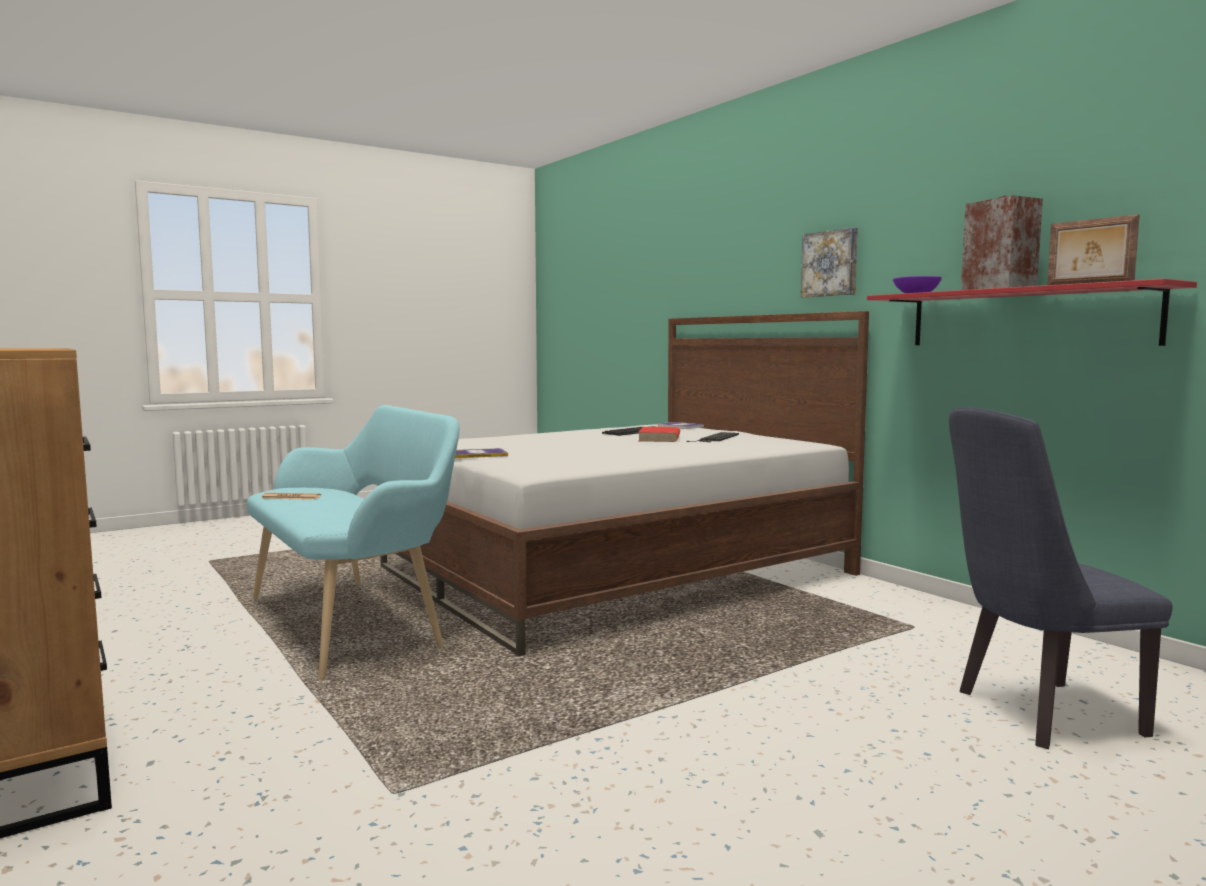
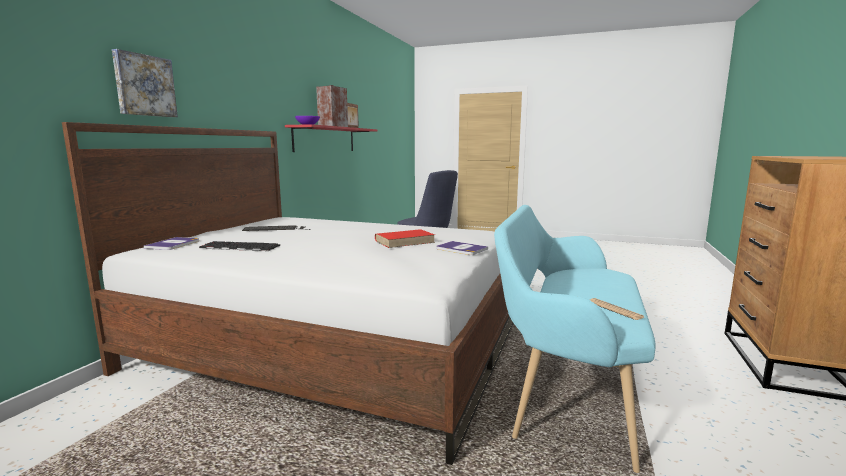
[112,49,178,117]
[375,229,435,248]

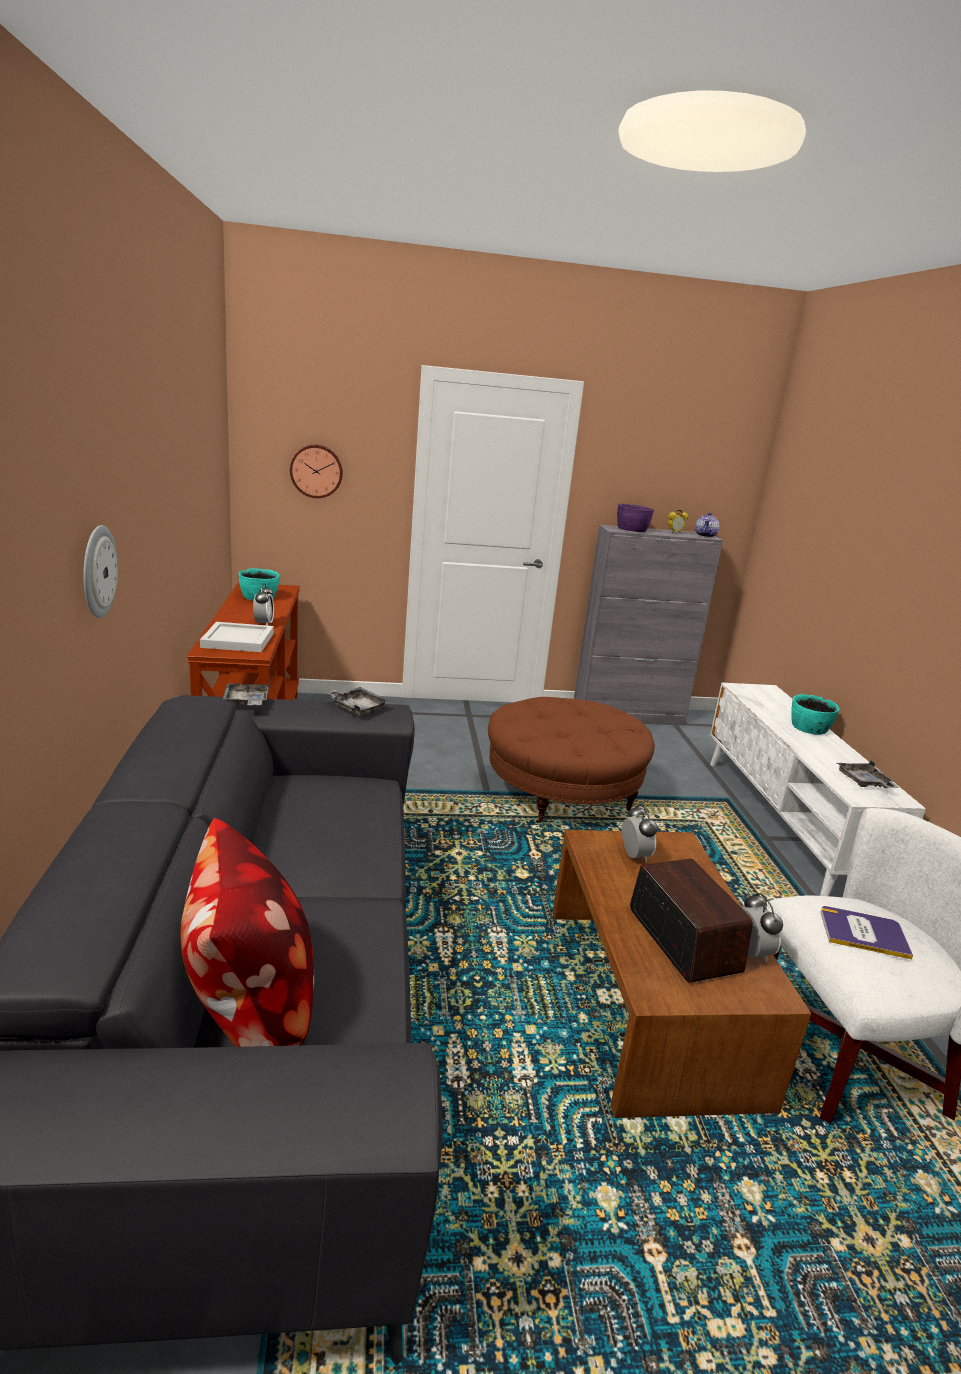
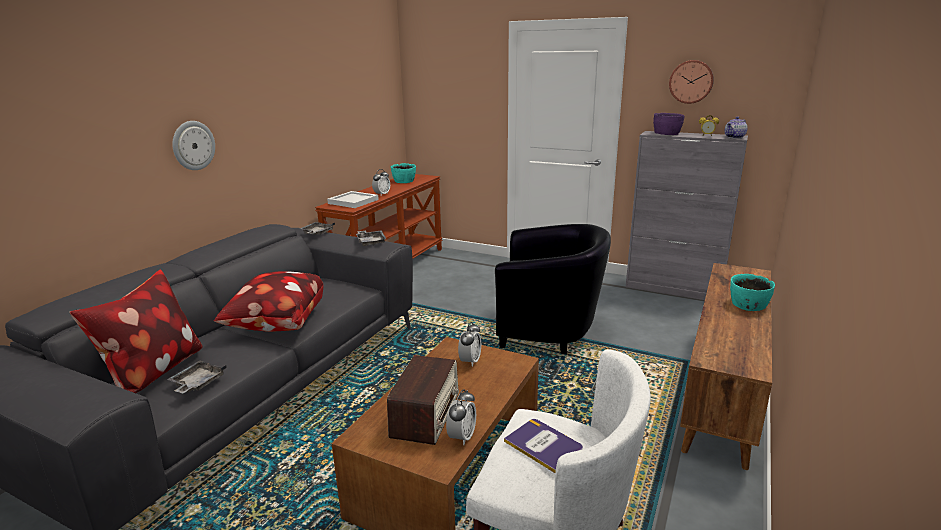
[167,361,227,393]
[214,271,323,332]
[495,224,611,354]
[669,60,714,104]
[680,263,772,470]

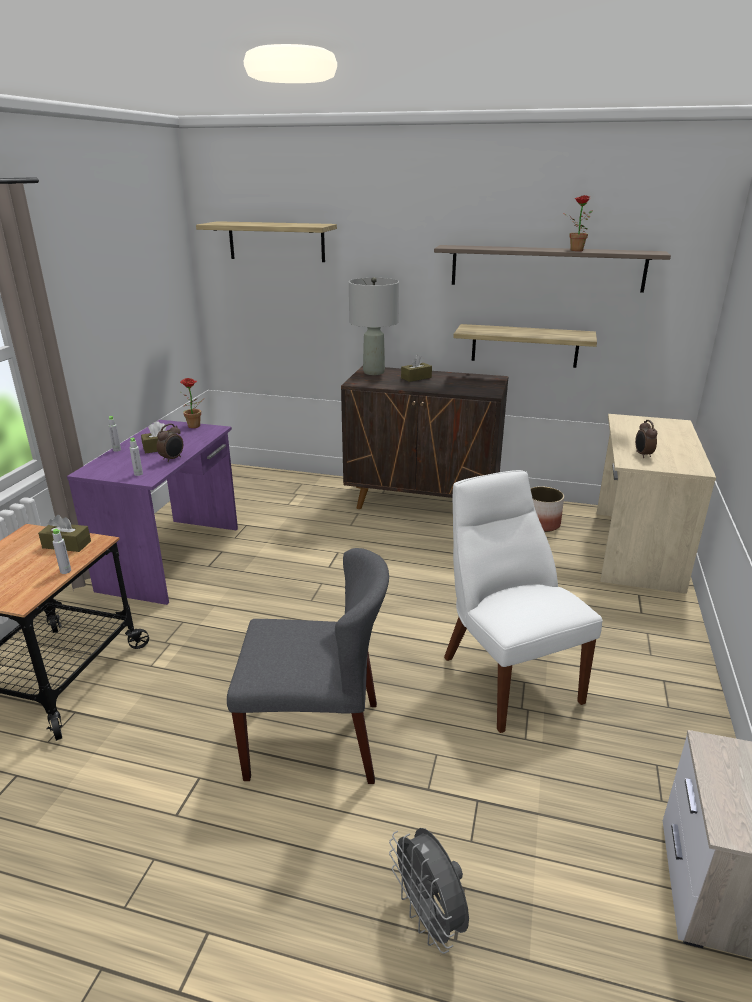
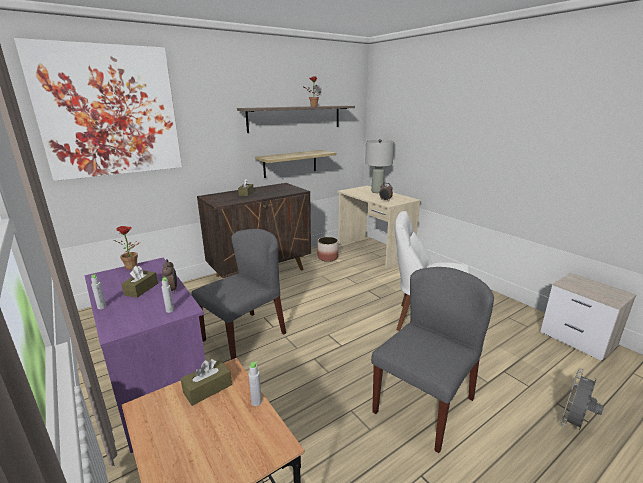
[14,38,182,181]
[192,229,286,360]
[365,139,394,193]
[561,369,604,431]

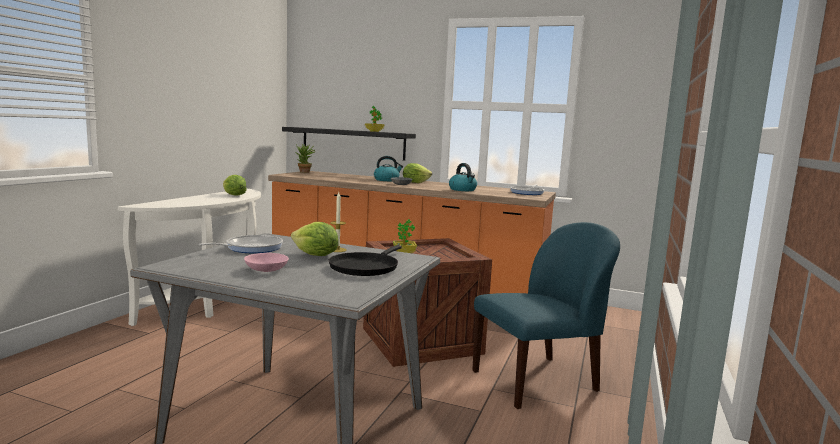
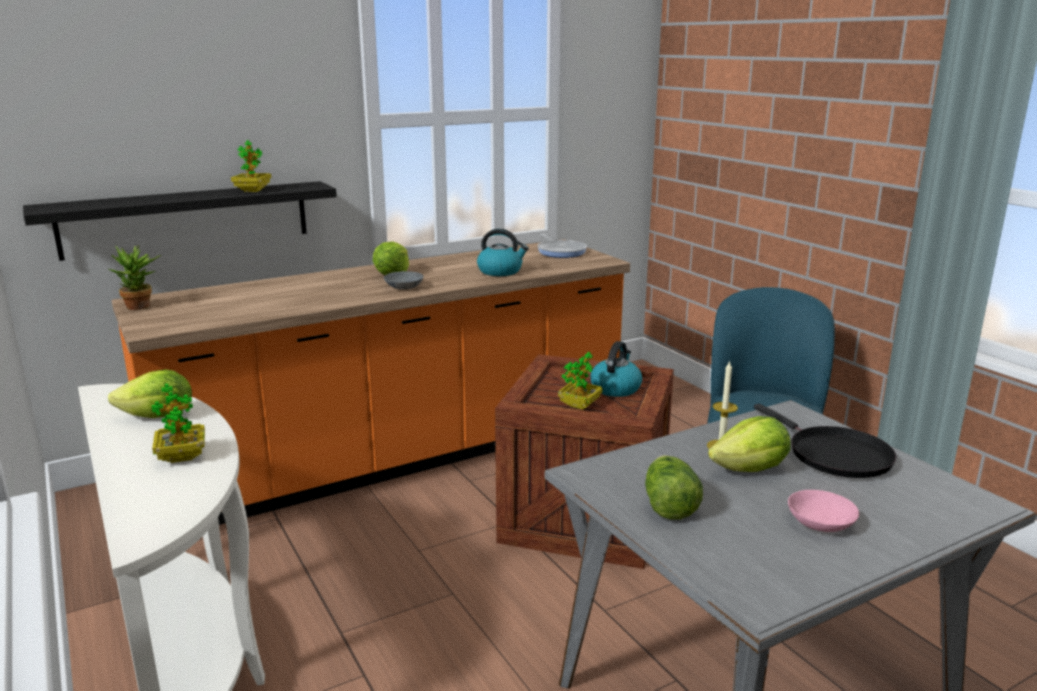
[152,384,205,463]
[590,341,642,397]
[645,455,703,520]

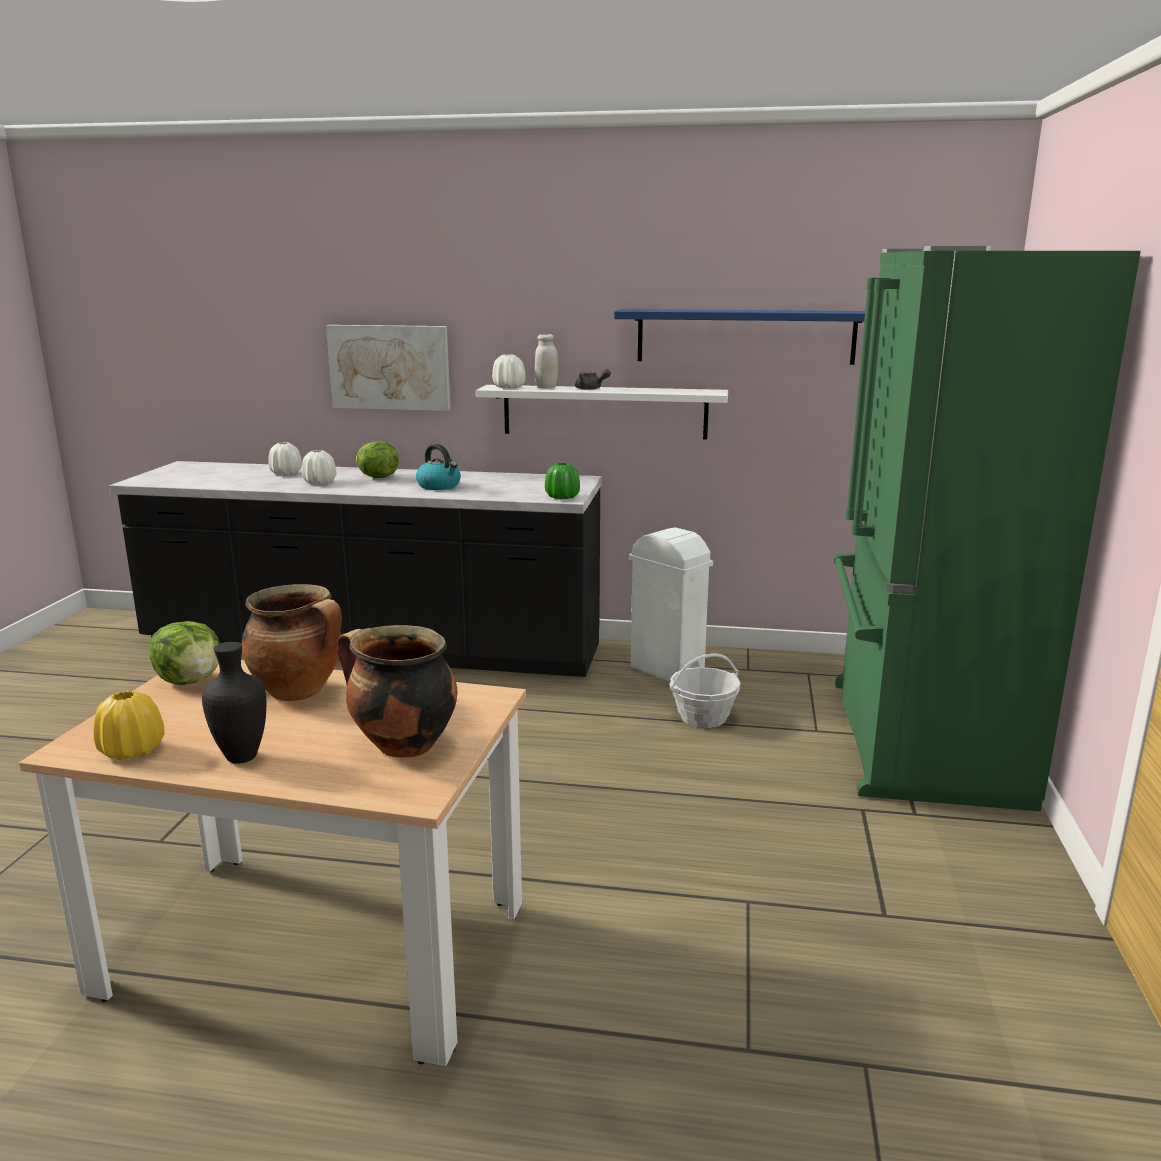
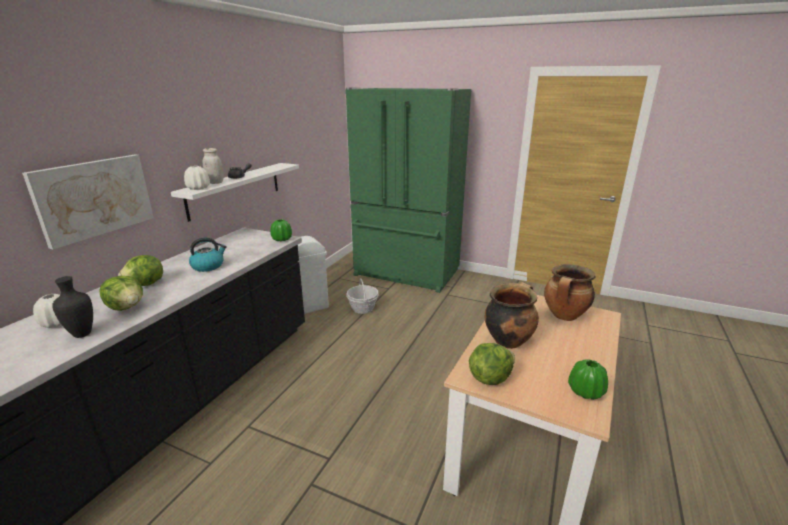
[52,276,93,338]
[99,276,143,311]
[568,359,608,400]
[614,309,865,365] (first image)

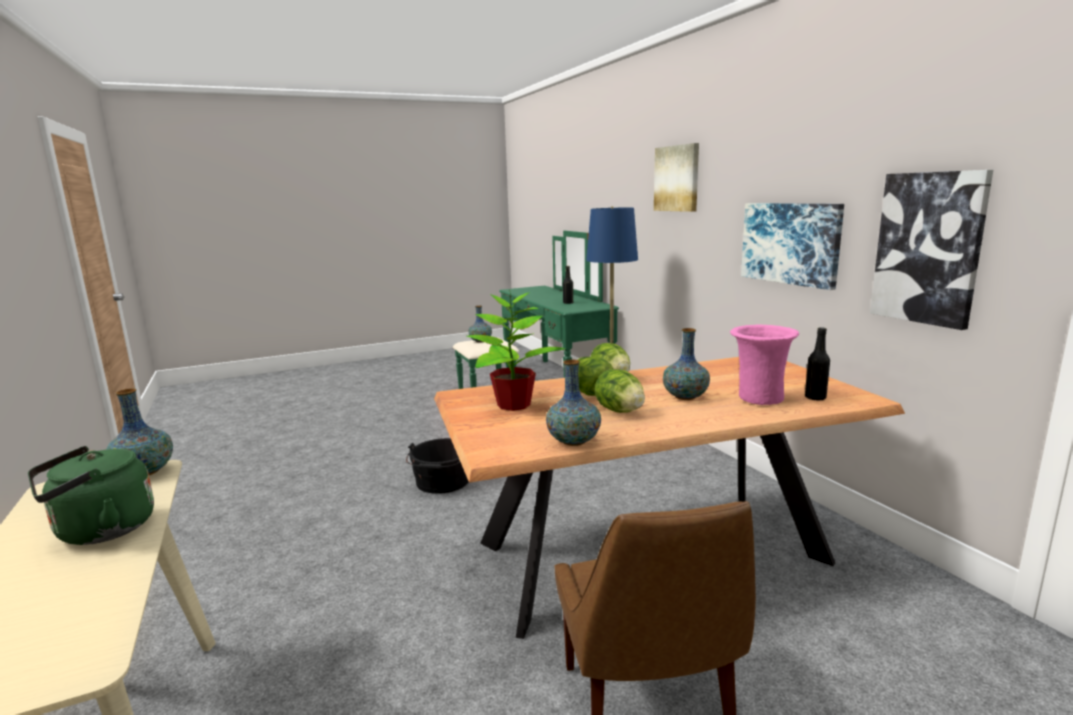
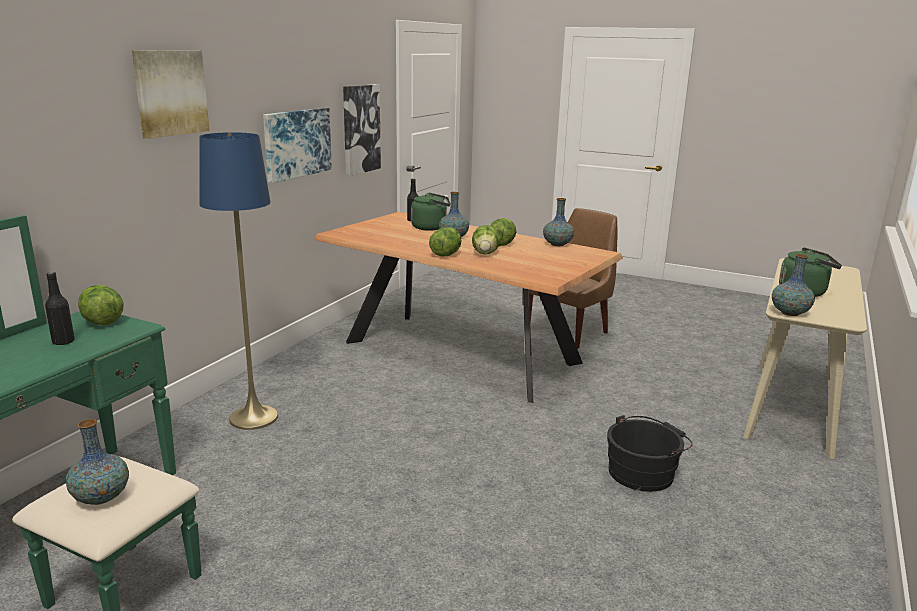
[78,285,124,325]
[411,192,450,231]
[607,415,692,492]
[466,288,565,411] (first image)

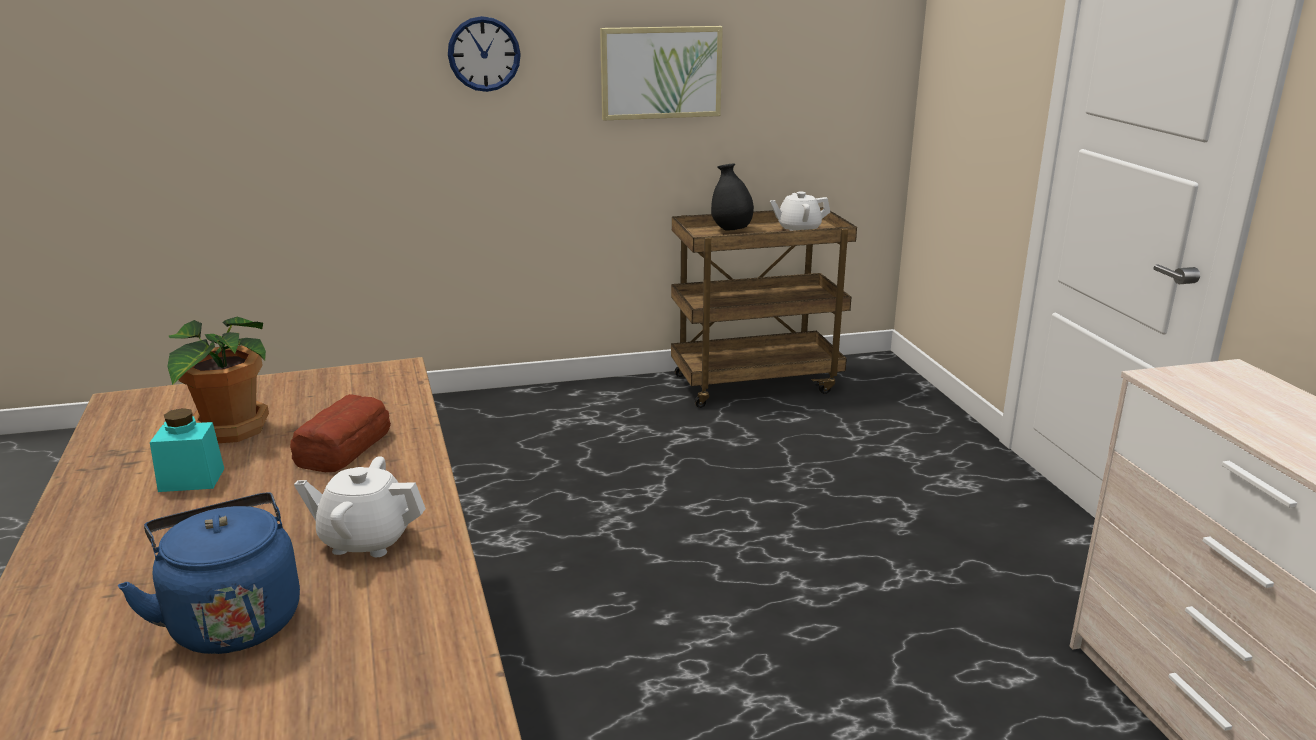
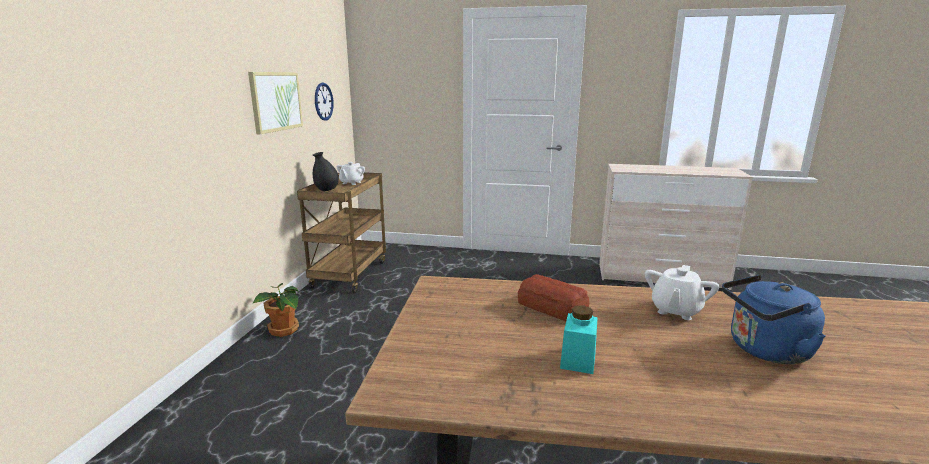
[253,283,299,337]
[315,83,334,121]

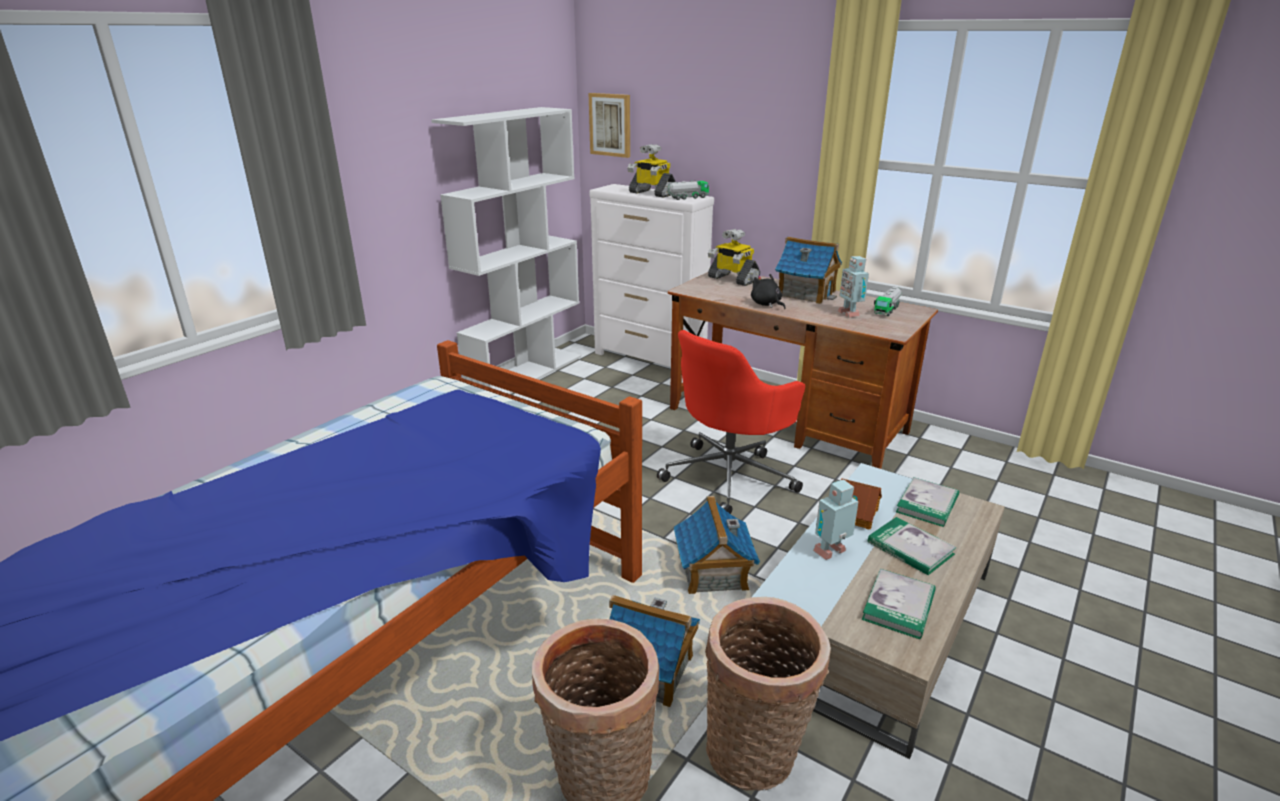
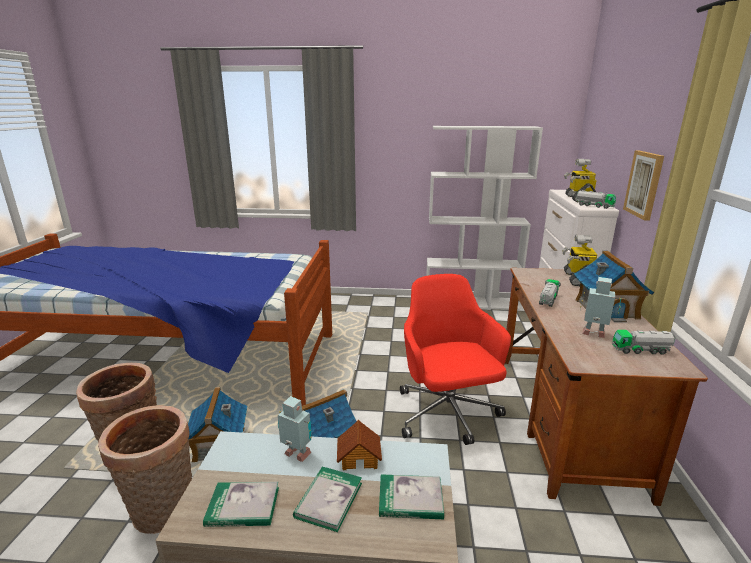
[400,274,511,445]
[539,279,561,307]
[580,277,621,338]
[623,151,664,221]

